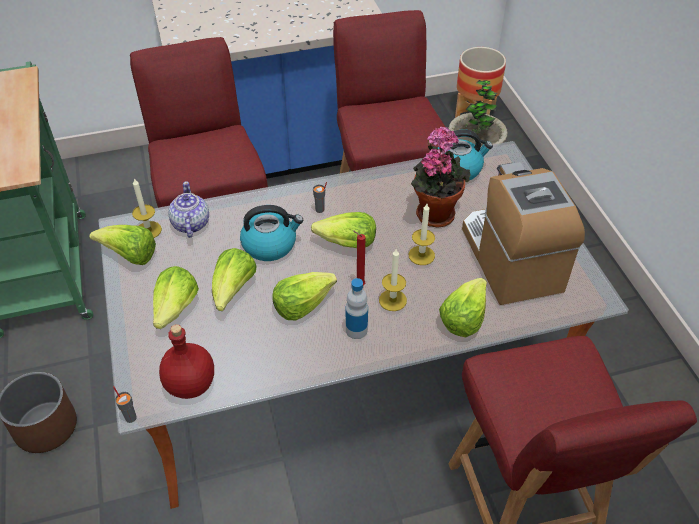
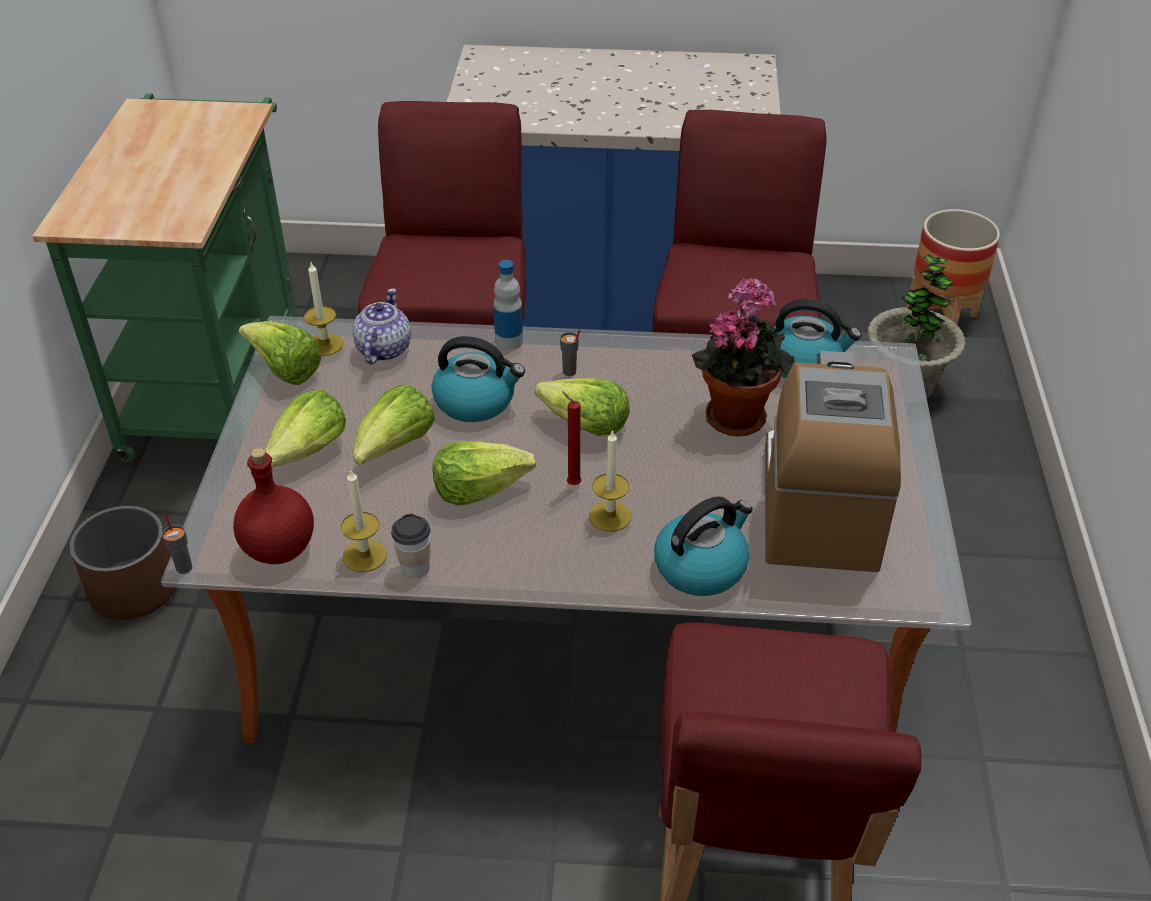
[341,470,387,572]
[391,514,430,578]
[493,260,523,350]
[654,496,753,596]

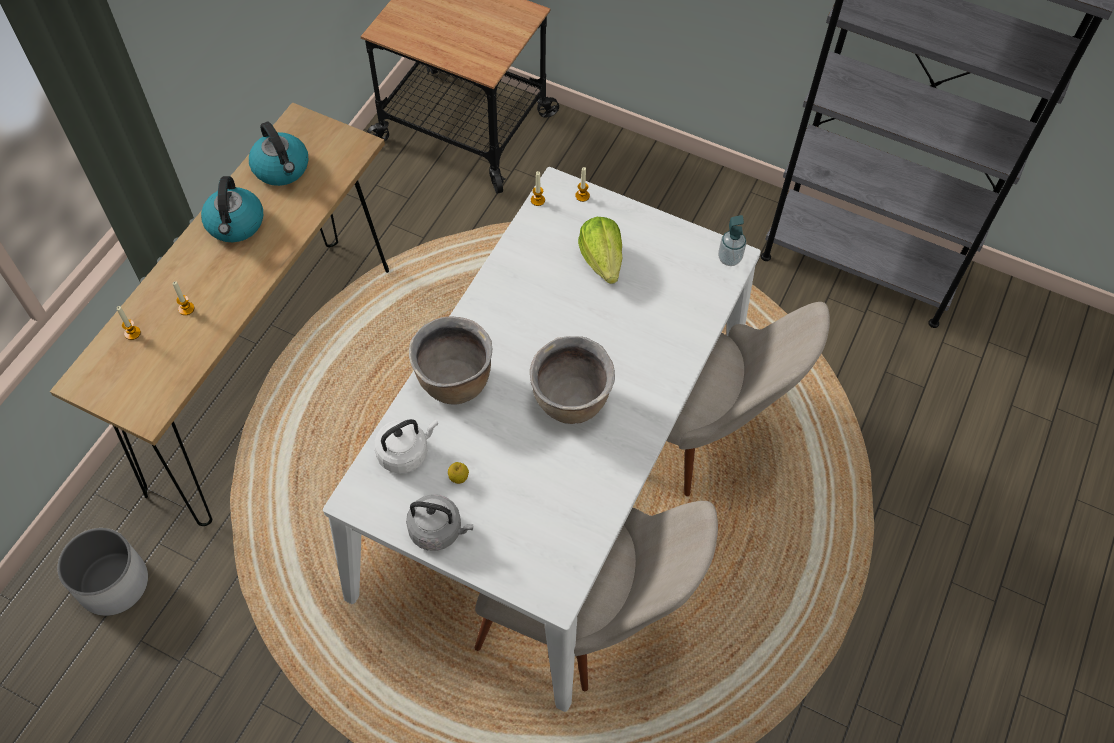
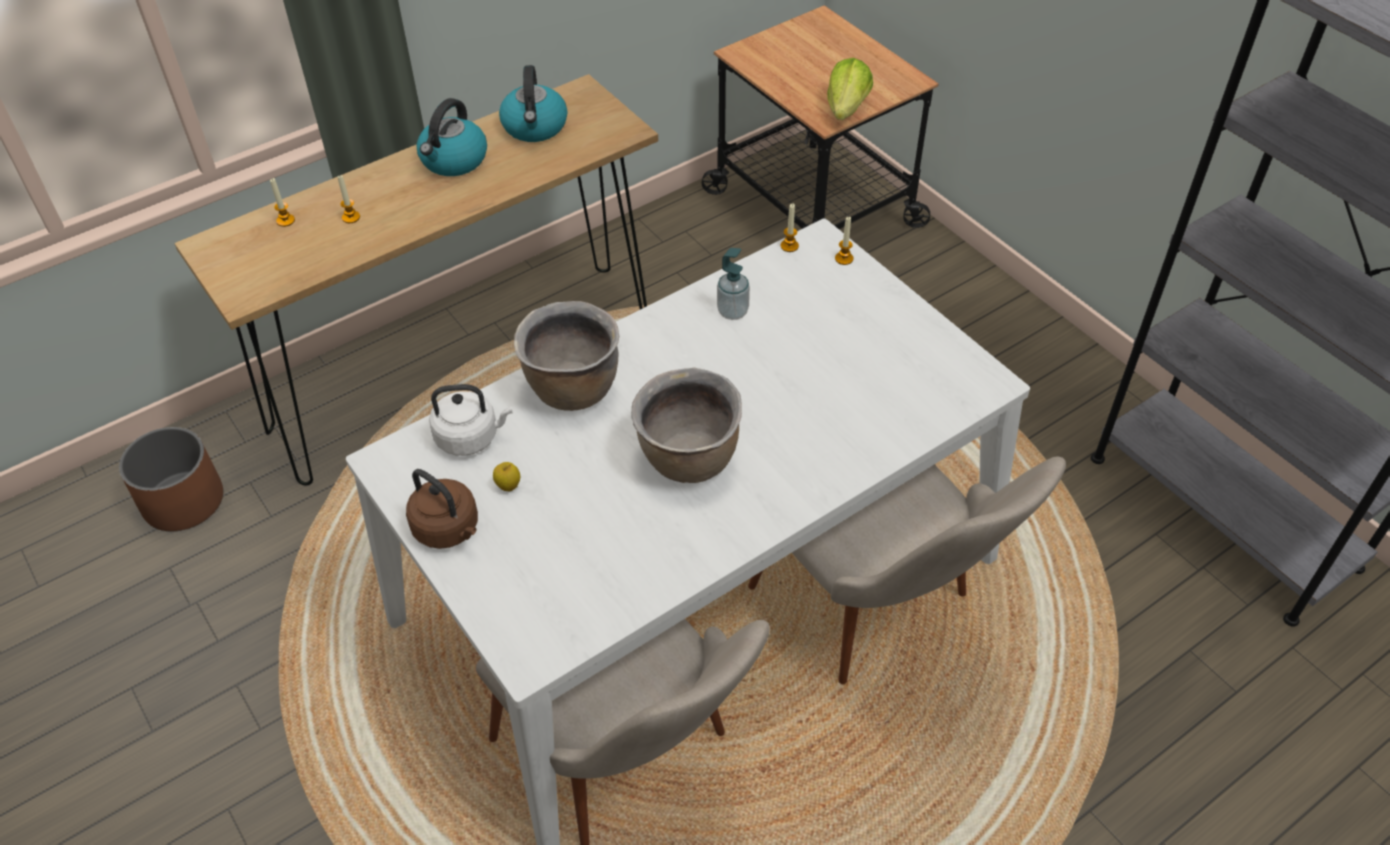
[119,427,223,532]
[406,469,478,549]
[717,248,750,320]
[827,58,873,120]

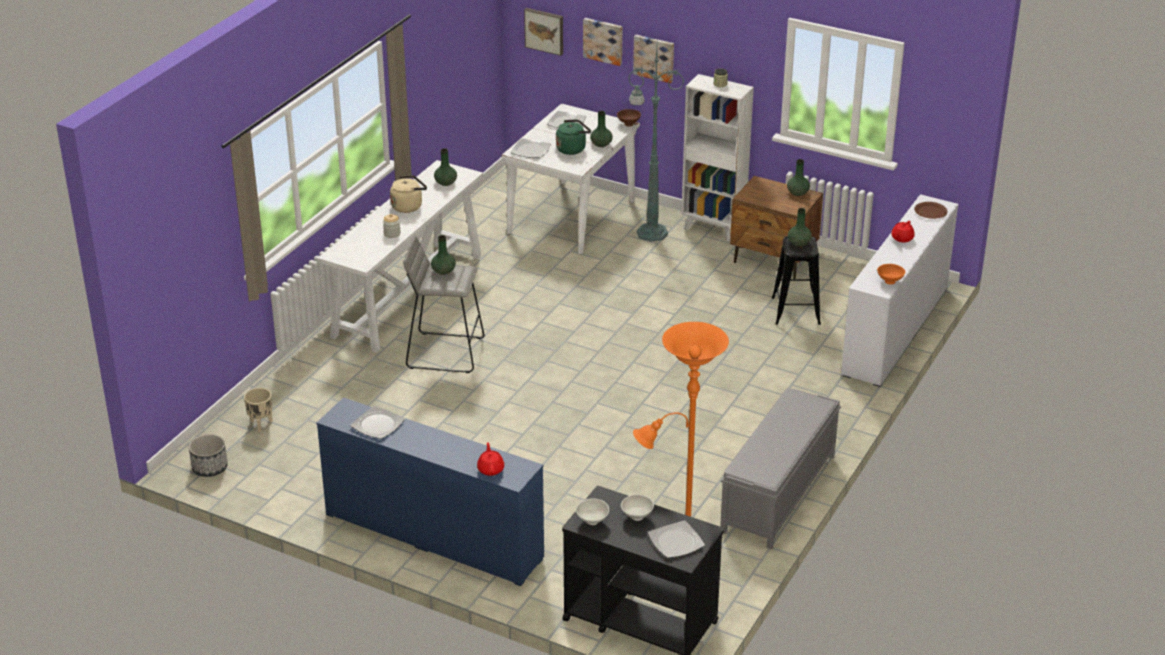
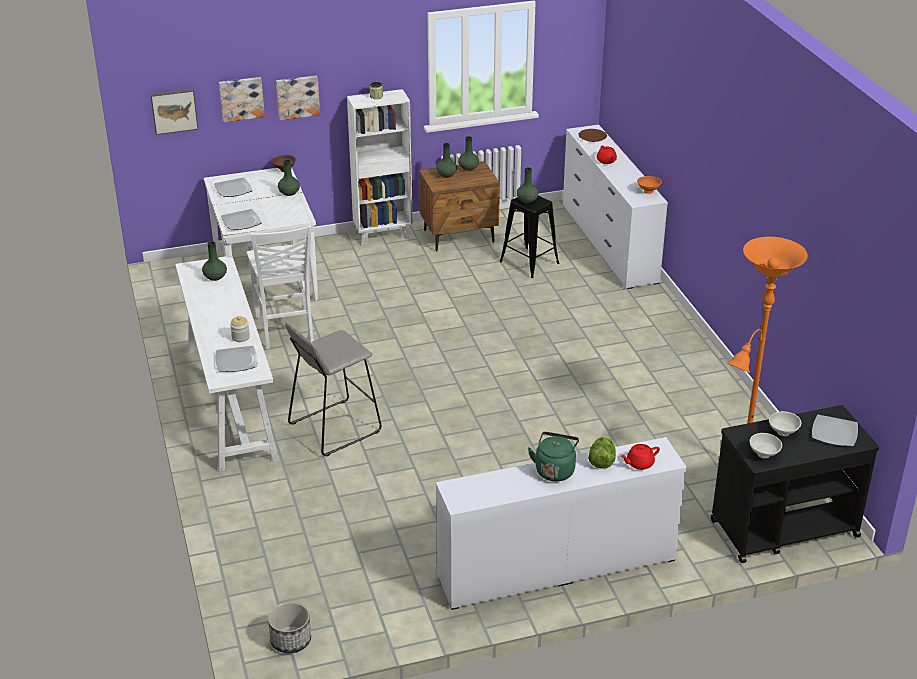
[215,346,257,372]
[247,225,314,349]
[436,143,457,178]
[436,437,687,610]
[528,432,579,481]
[588,436,616,469]
[620,444,660,470]
[244,388,273,432] (first image)
[390,175,427,213] (first image)
[628,48,684,241] (first image)
[720,388,841,549] (first image)

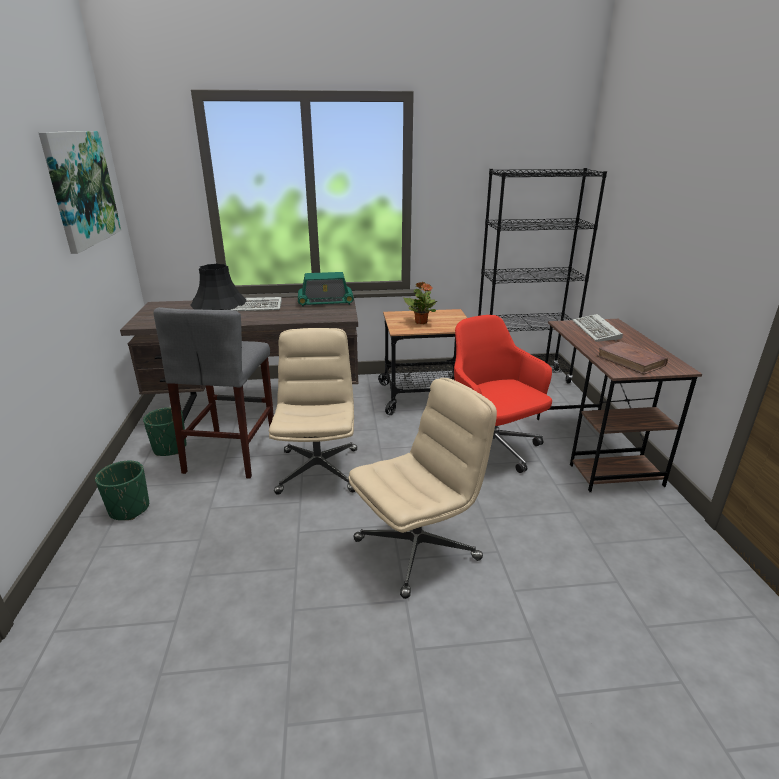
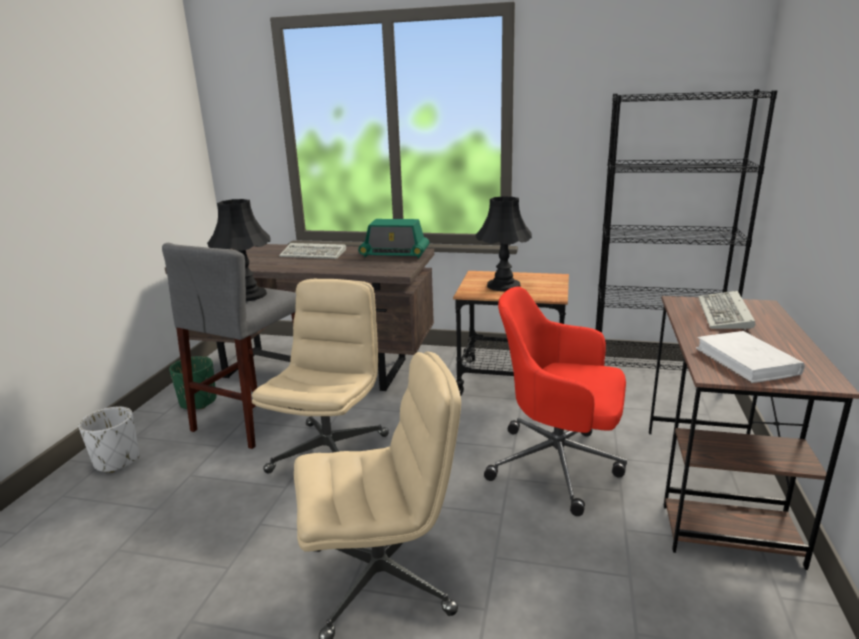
[78,407,139,473]
[476,196,532,291]
[484,286,627,516]
[696,331,805,383]
[38,131,121,254] (first image)

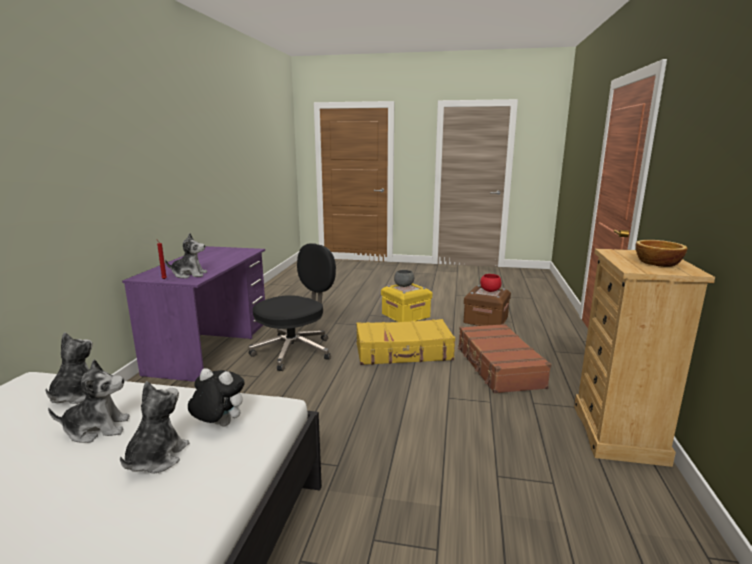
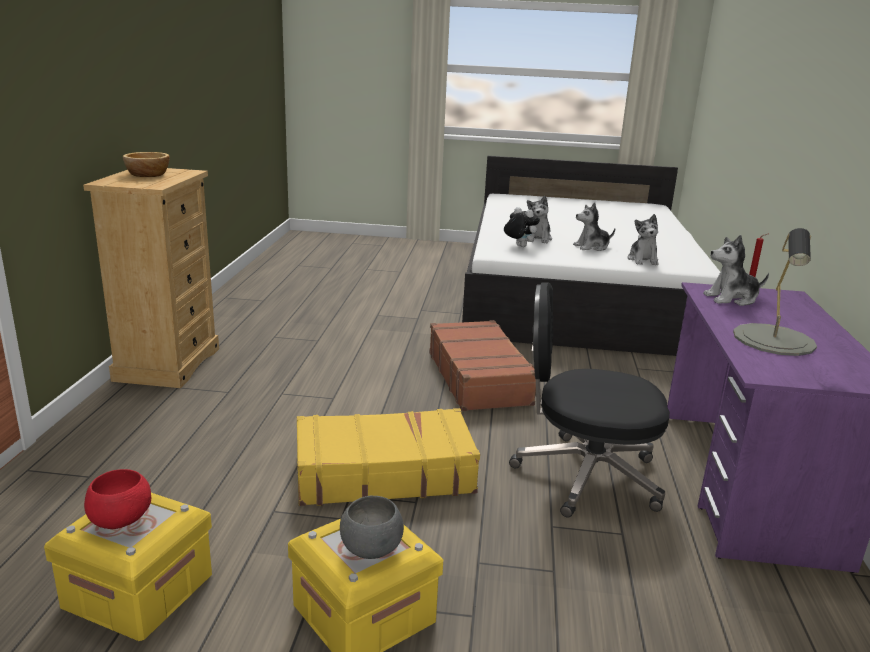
[44,493,212,641]
[429,320,536,411]
[504,207,540,247]
[509,282,670,518]
[733,228,817,356]

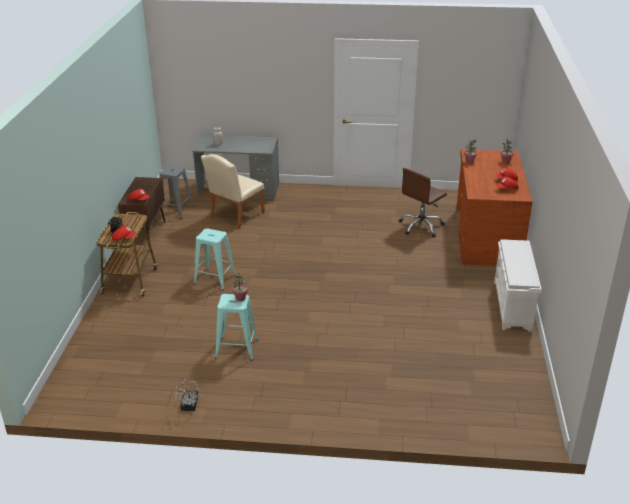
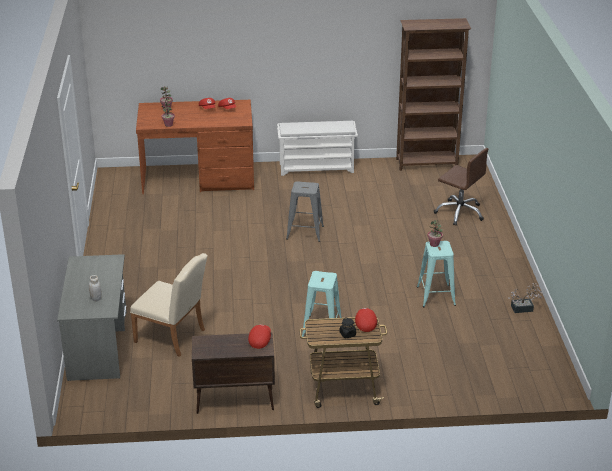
[286,181,324,242]
[396,18,471,171]
[434,148,488,225]

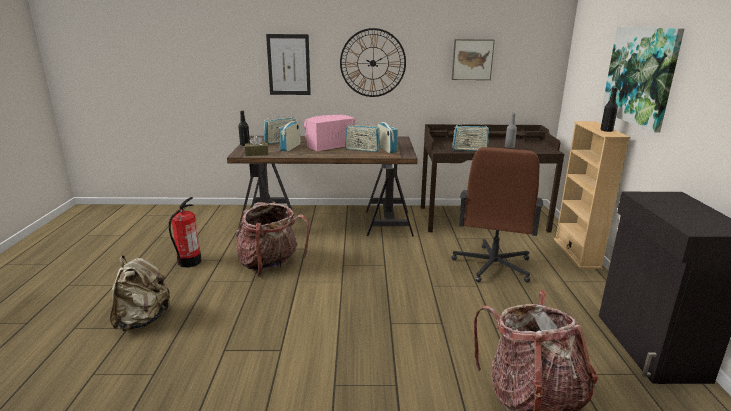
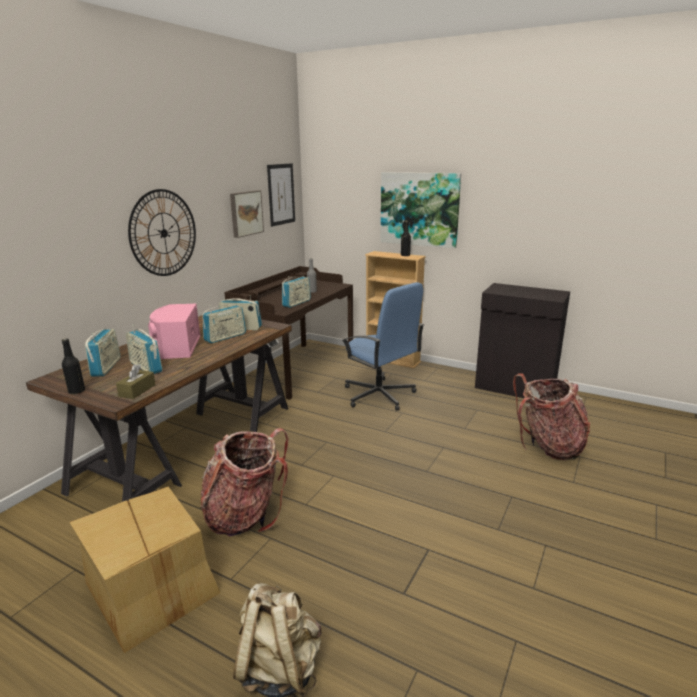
[70,486,220,653]
[267,163,295,227]
[342,282,424,411]

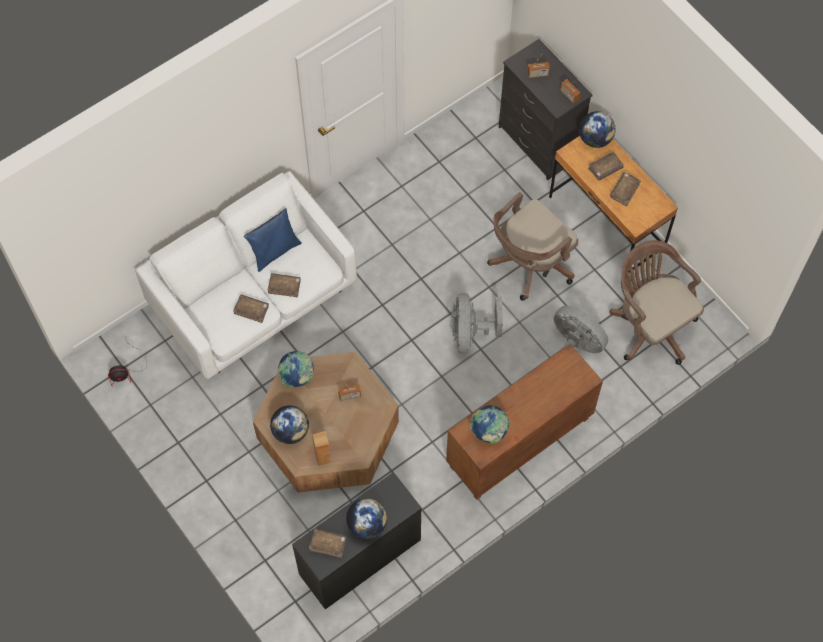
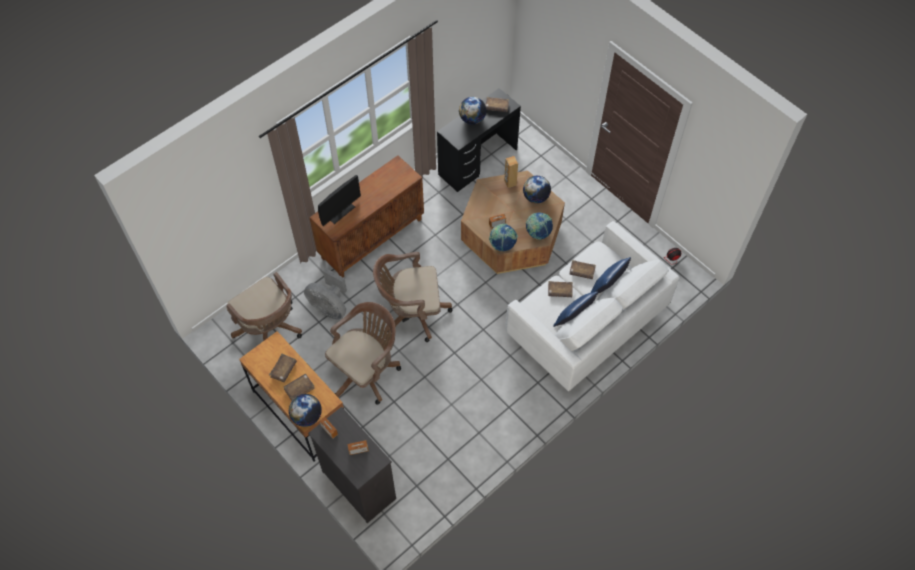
[318,175,361,226]
[373,252,452,342]
[489,224,518,251]
[590,257,631,293]

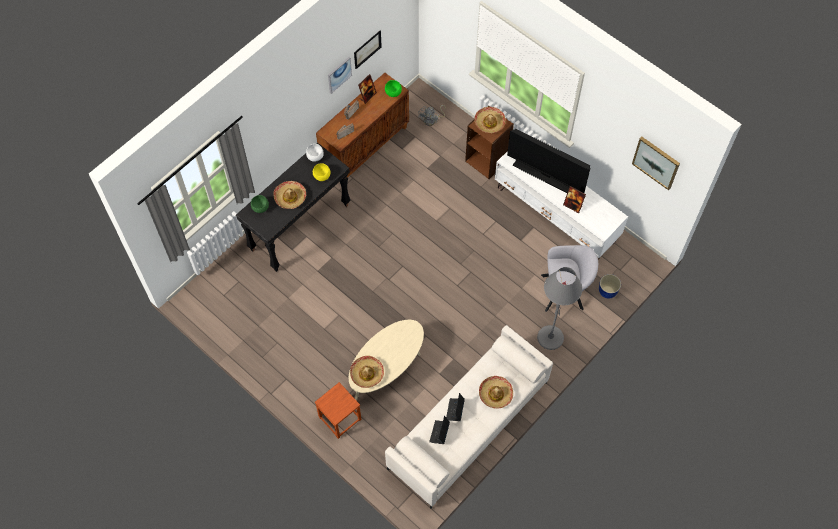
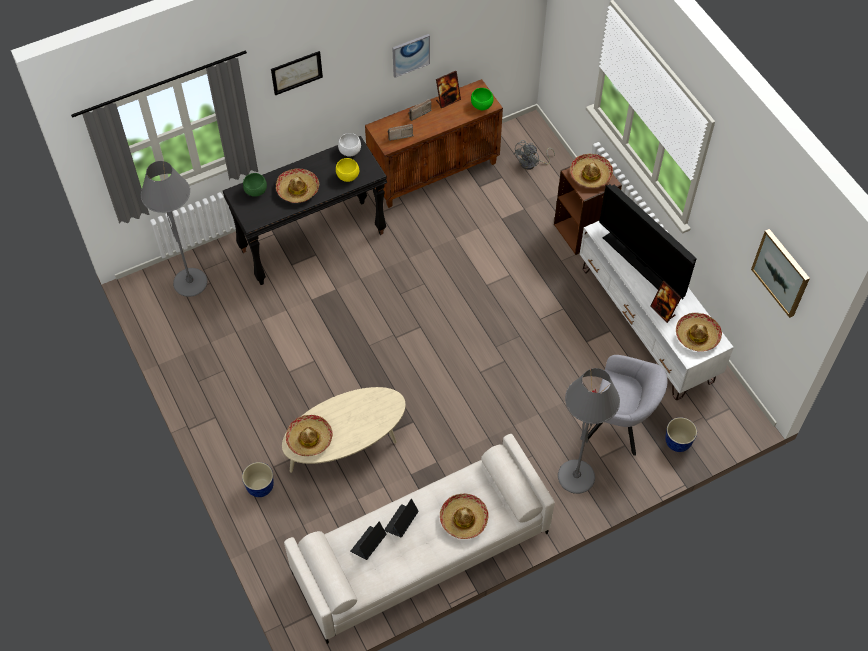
[141,161,208,297]
[242,462,274,497]
[271,51,323,95]
[676,313,722,352]

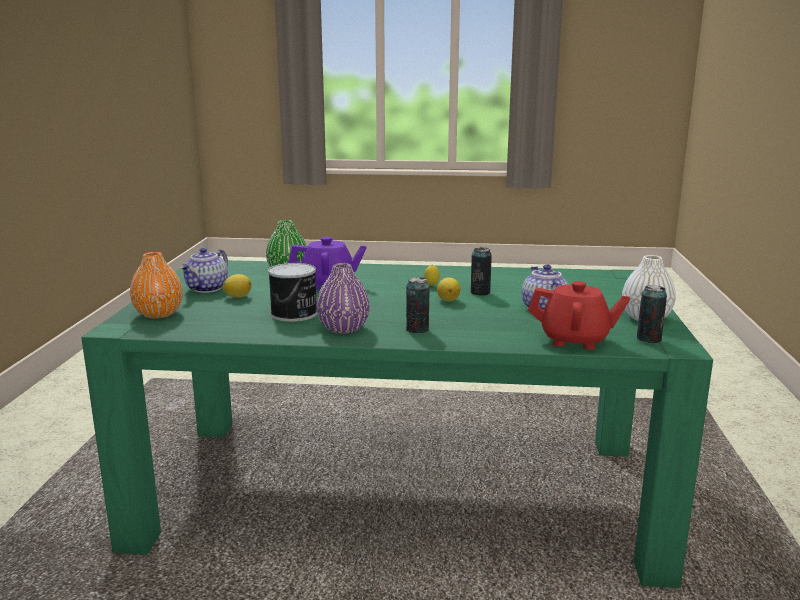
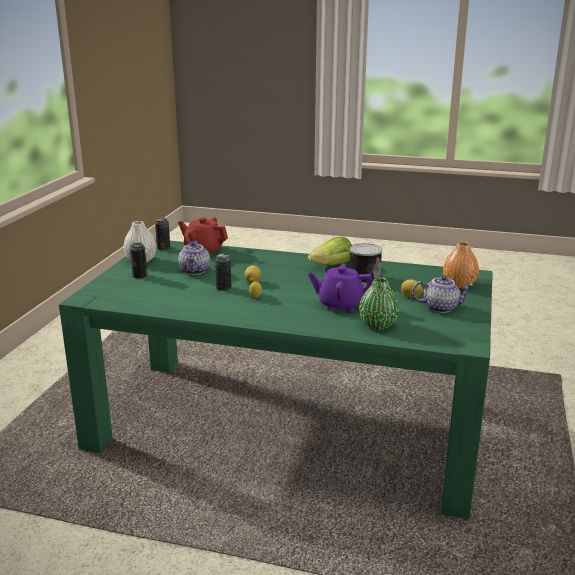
[130,243,147,279]
[308,236,352,265]
[412,275,473,313]

